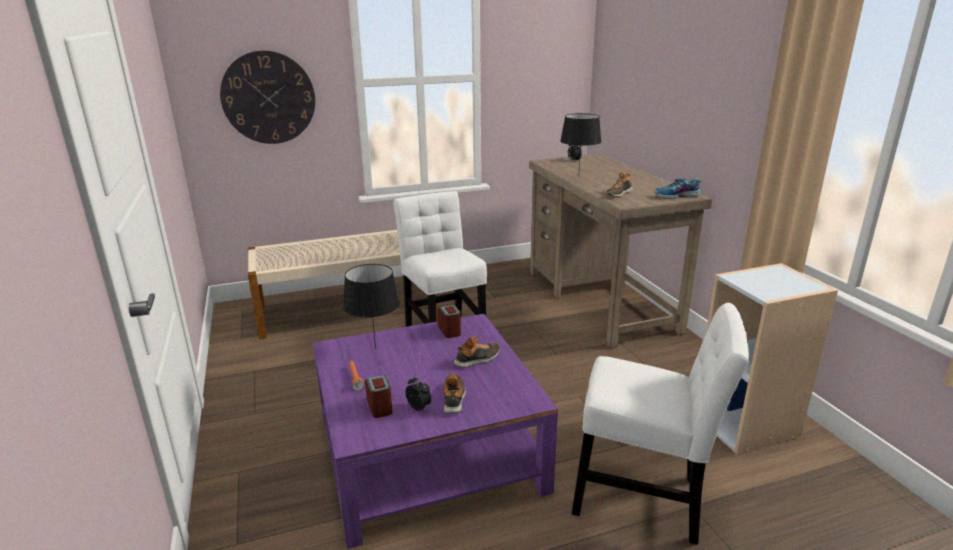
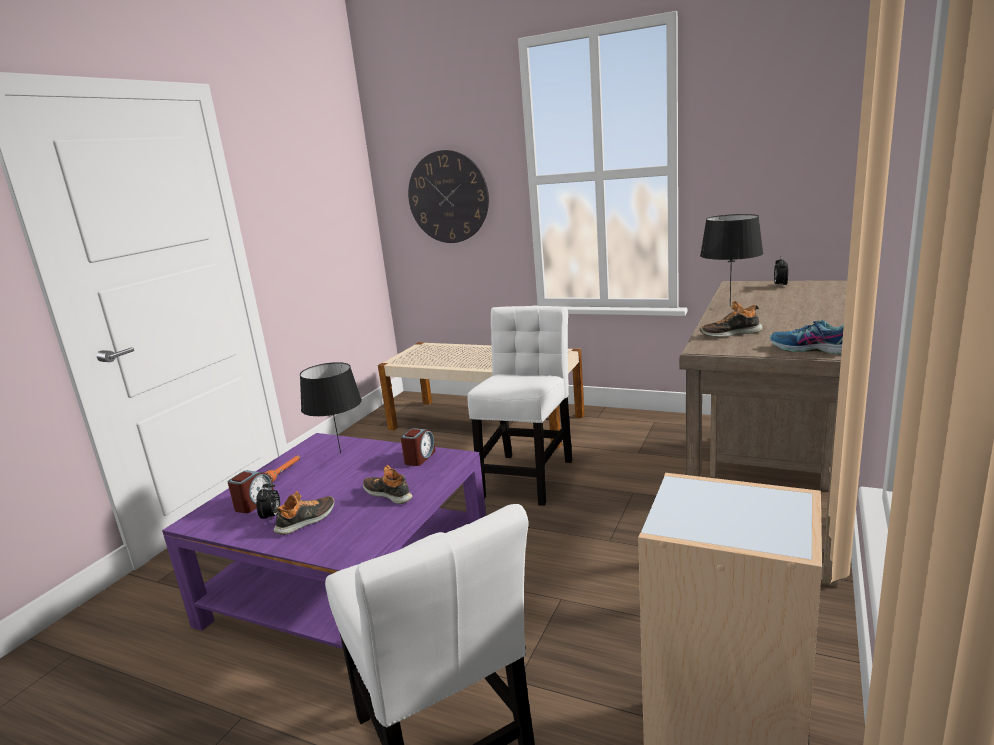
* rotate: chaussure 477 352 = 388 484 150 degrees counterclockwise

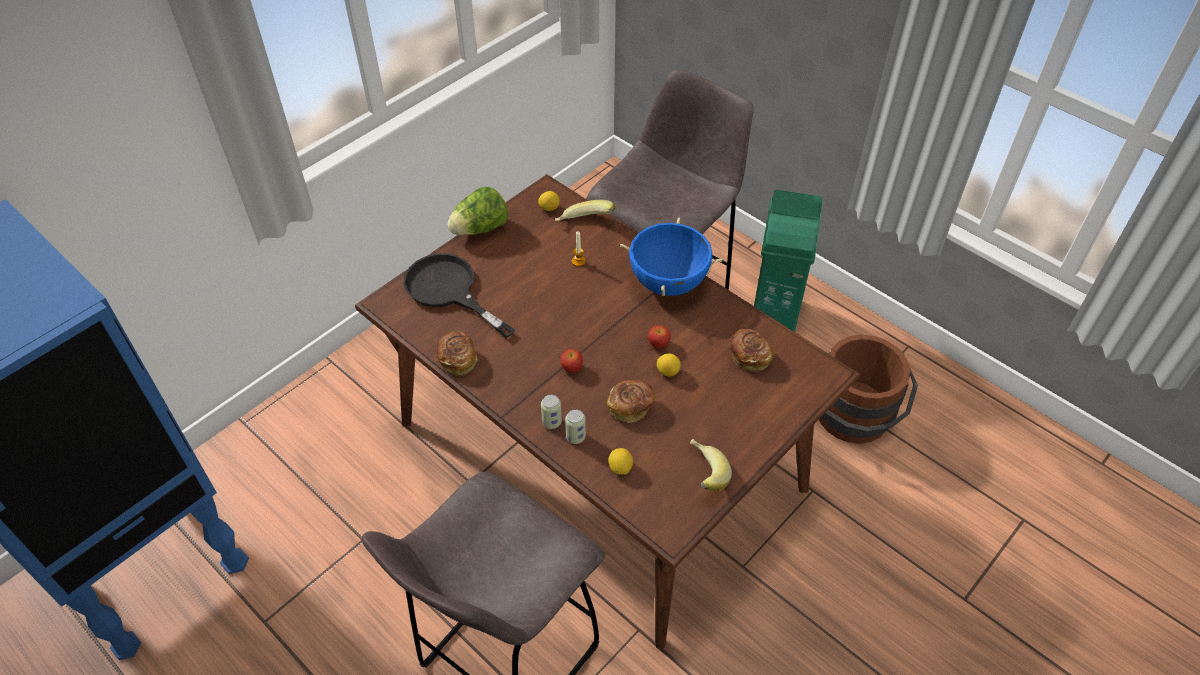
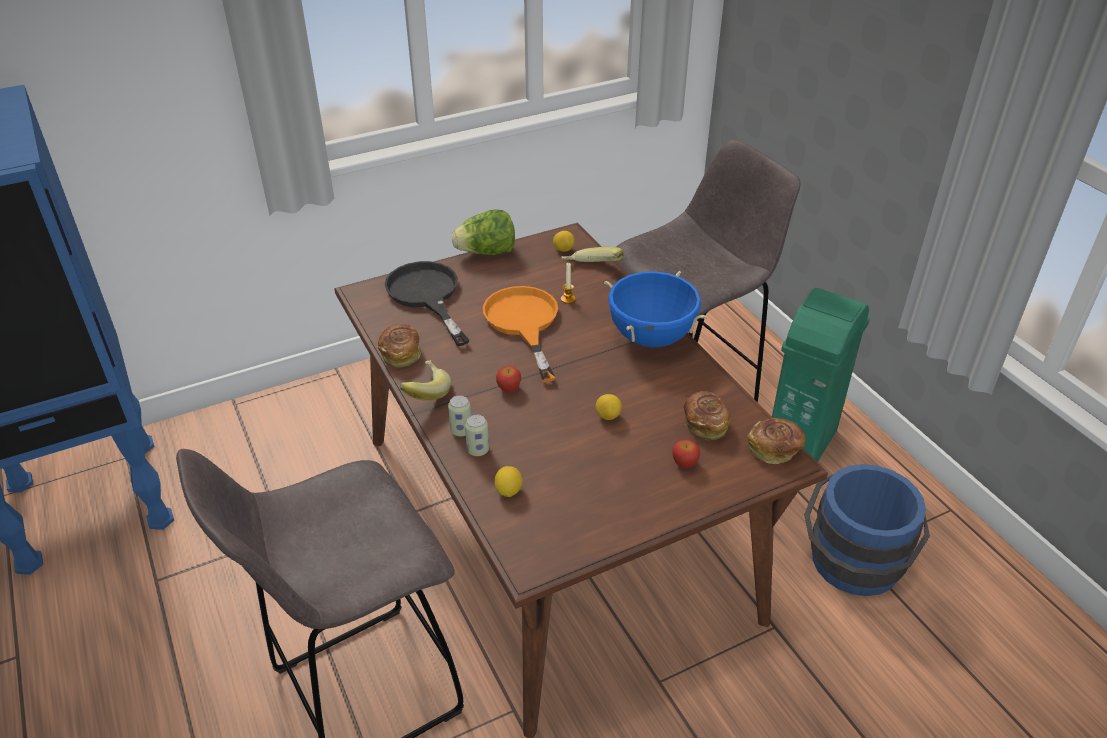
* insert: poêle/orange 520 334
* move: pain 631 401 to 776 441
* move: pomme 659 337 to 686 454
* move: banane 711 465 to 425 380
* recolor: seau/marron 868 389 to seau/bleu 867 530

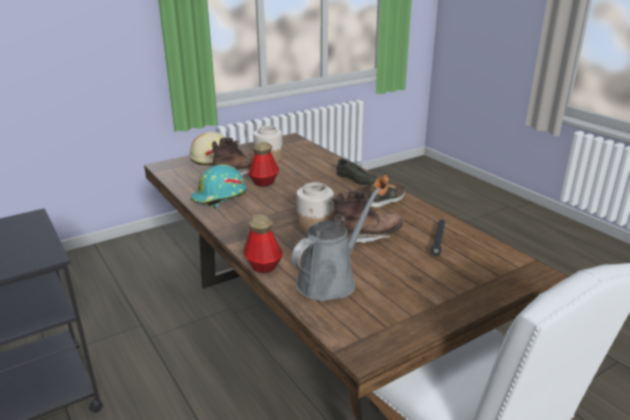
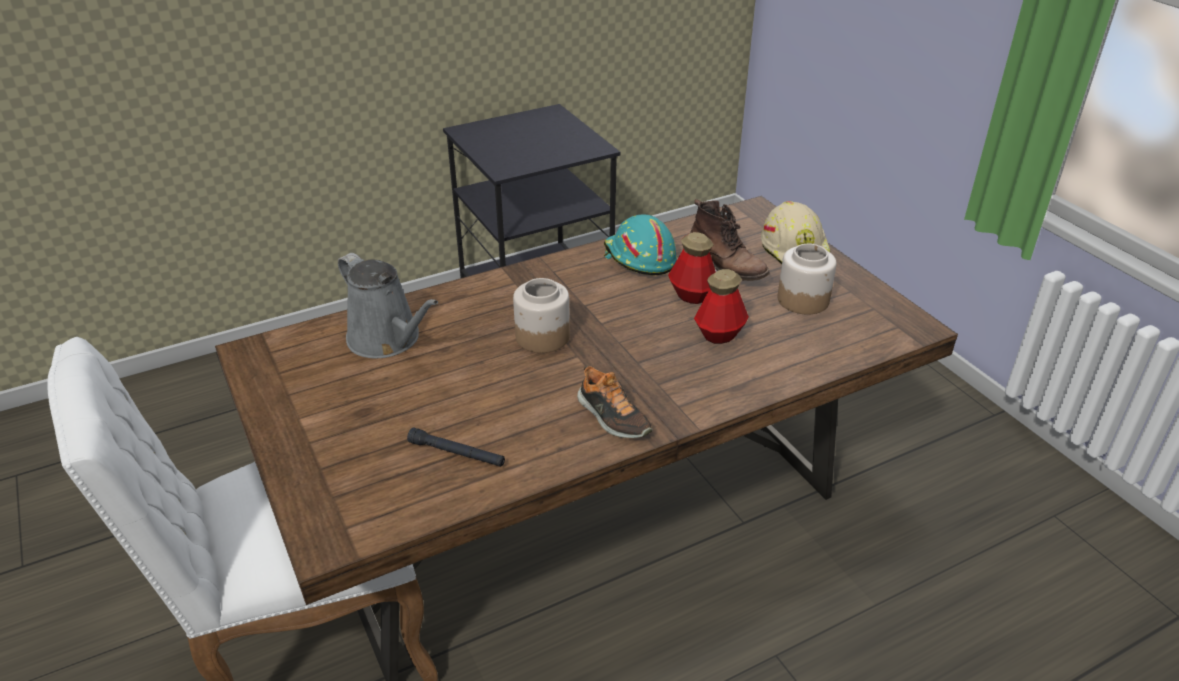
* delete: botte/marron 367 216
* delete: chaussure/gris 356 171
* move: bouteille 262 243 to 721 306

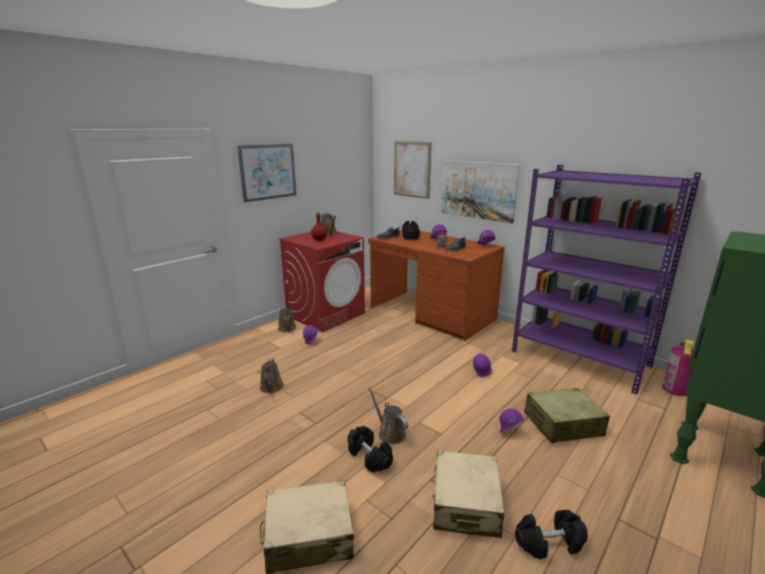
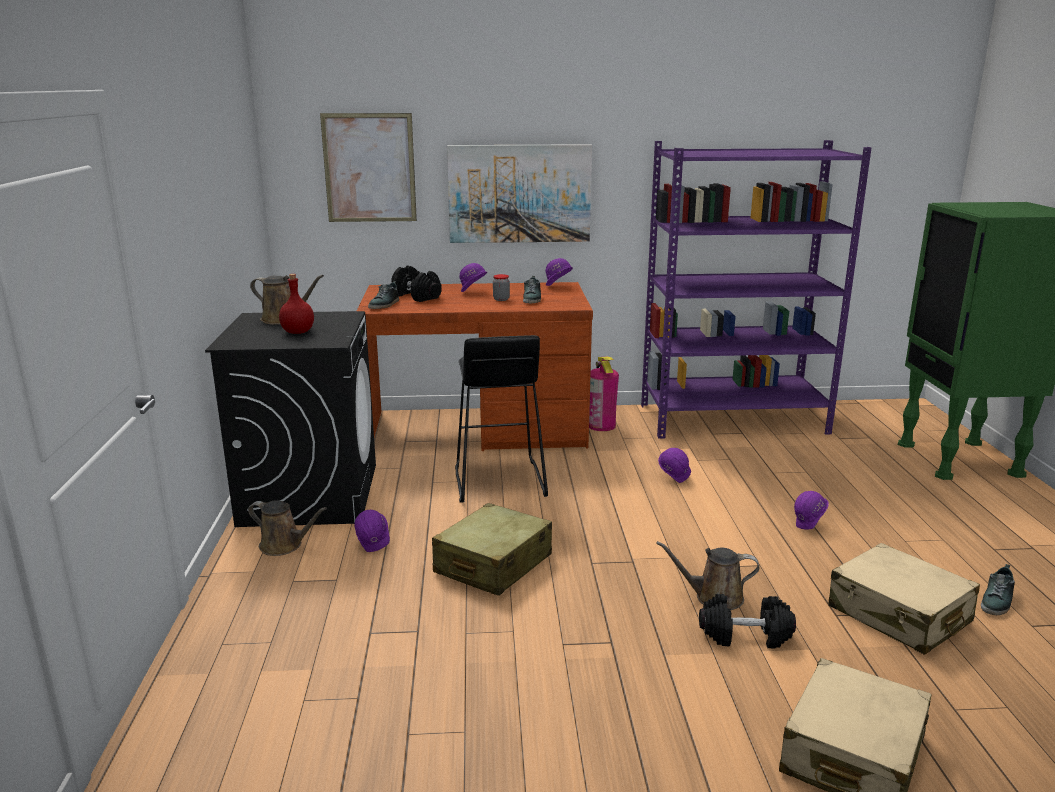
* delete: tableau 266 173
* delete: arrosoir/marron 272 375
* insert: tabouret/noir 501 419
* move: valise/beige 567 415 to 492 549
* move: extincteur 678 367 to 604 394
* replace: haltère/noir 551 534 to chaussure 998 589
* recolor: lave-linge/rouge 322 281 to lave-linge/noir 290 419

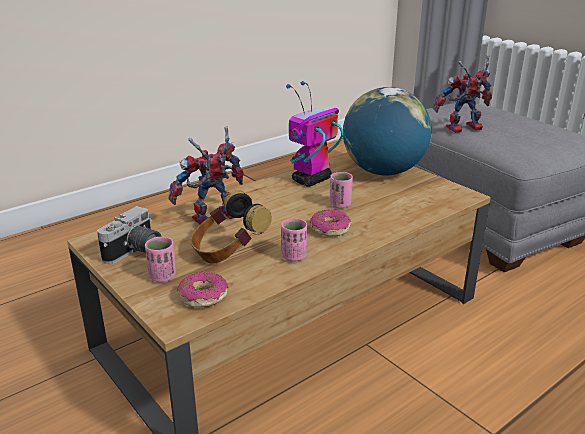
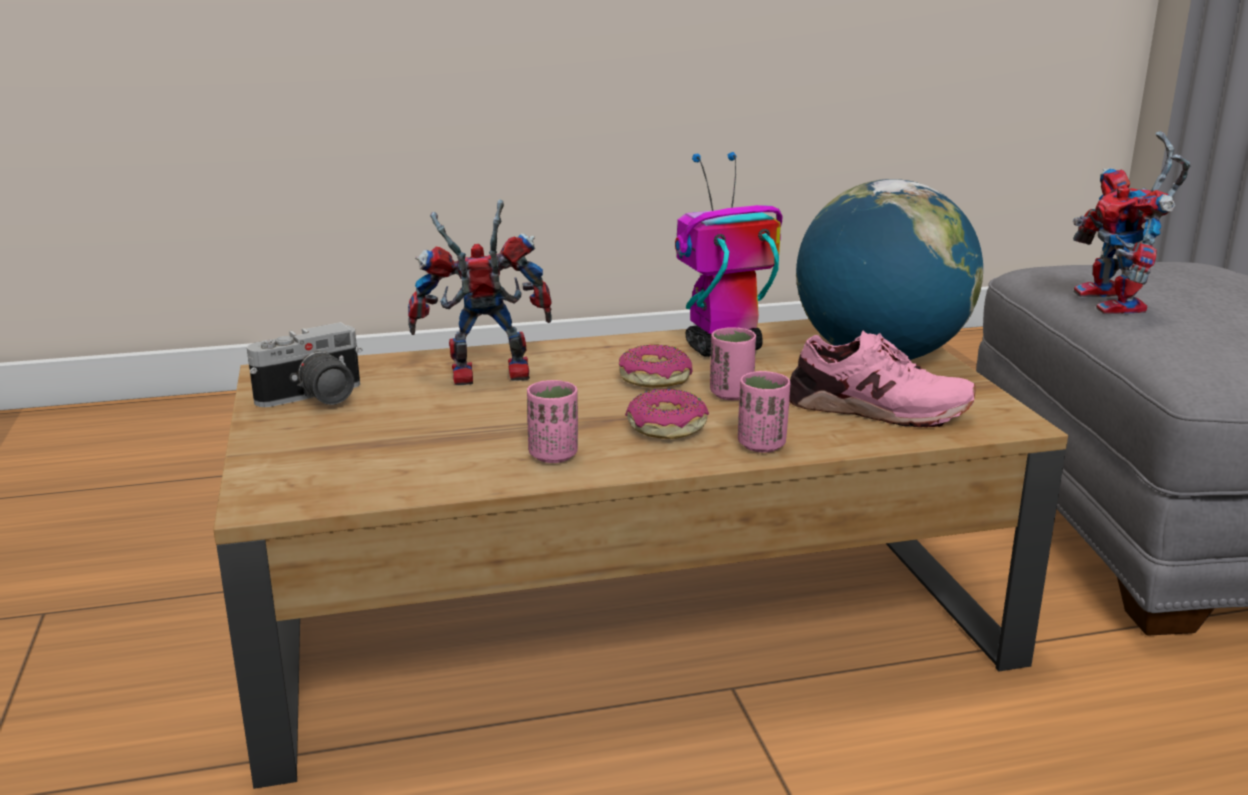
* delete: casque audio 231 226
* insert: chaussure/rose 882 379
* move: tasse/rose 160 260 to 764 412
* move: beignet 202 289 to 656 366
* rotate: robot jouet 462 94 = 1131 222 105 degrees counterclockwise

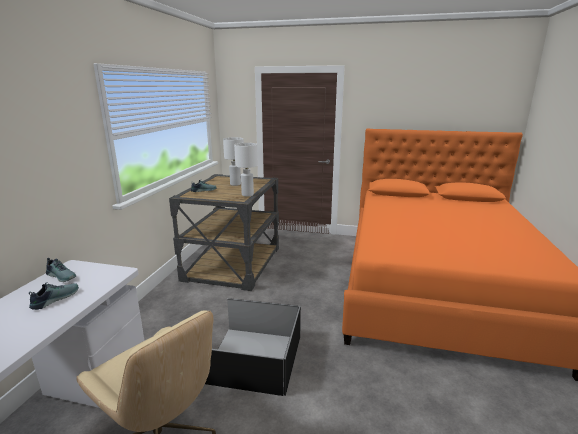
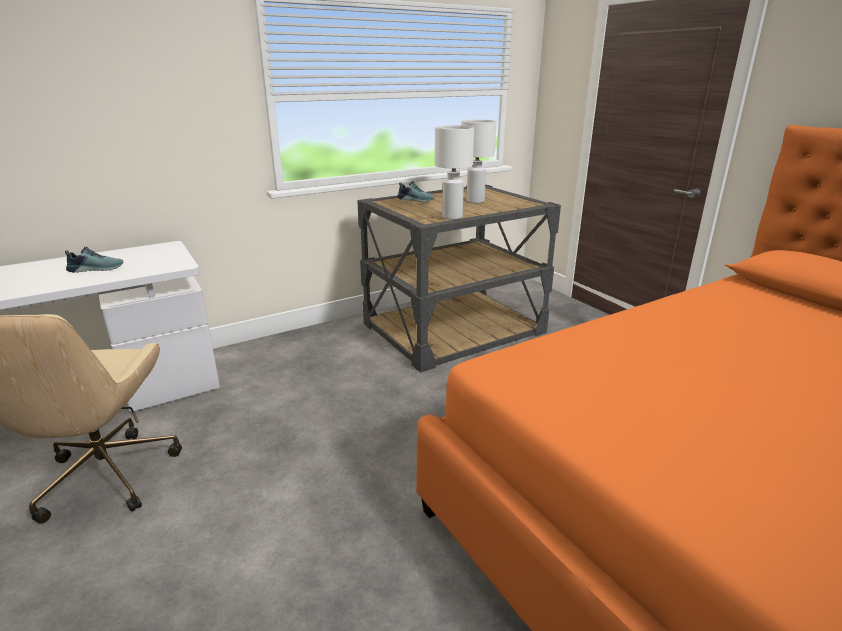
* delete: chaussure 61 270
* delete: boîte de rangement/noir 253 347

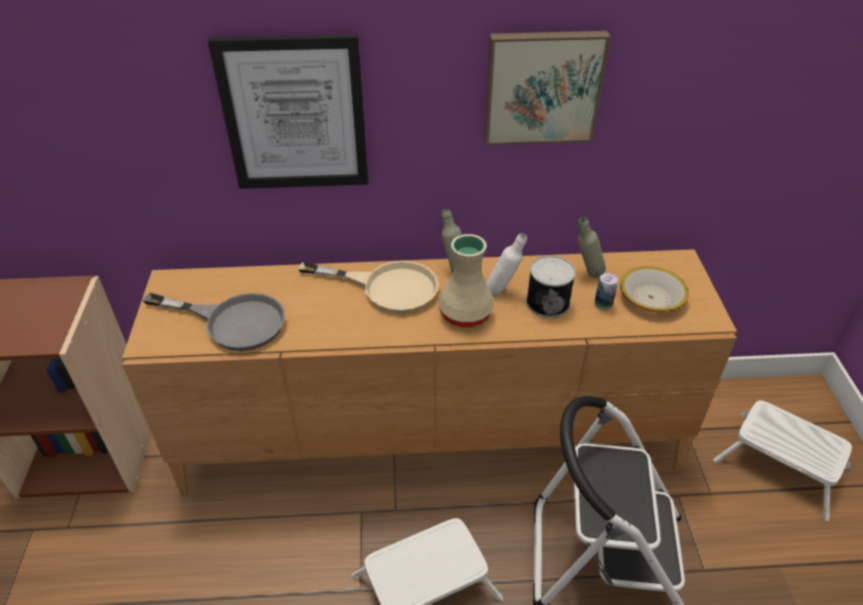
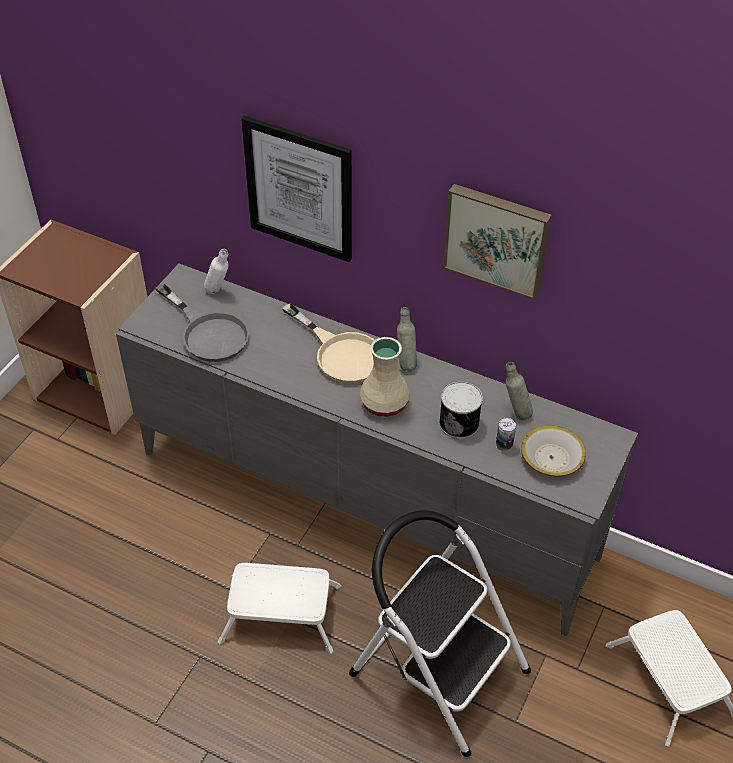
* move: bouteille/blanc 506 264 to 216 271
* recolor: meuble de rangement/marron 429 372 to meuble de rangement/gris 377 449

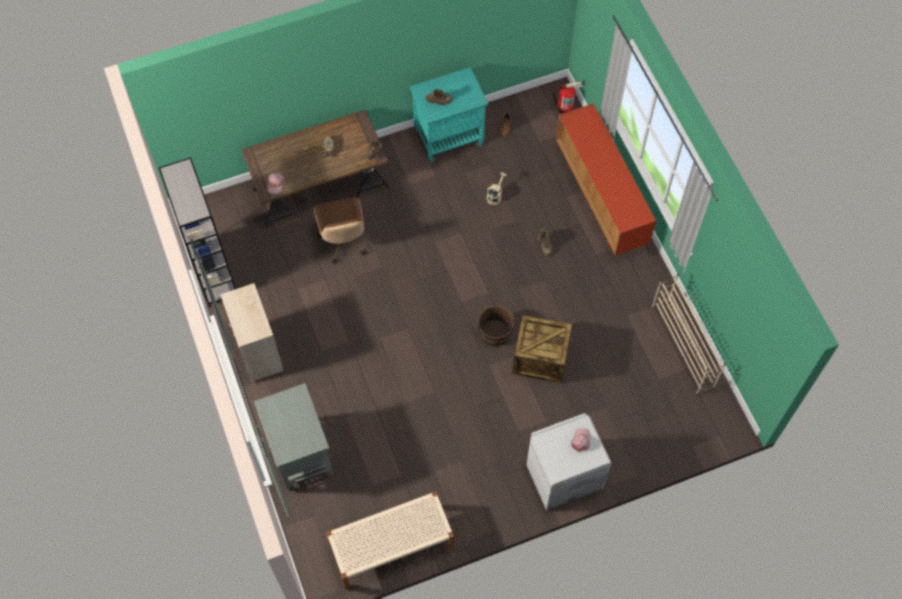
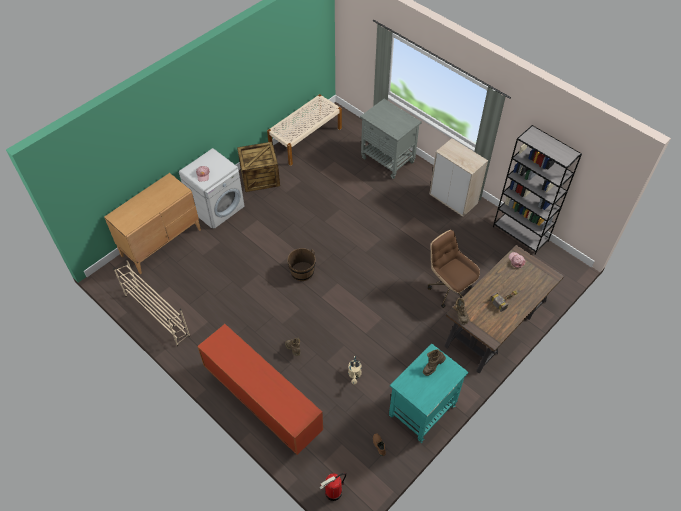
* insert: meuble de rangement/marron 152 224
* move: caisse 542 349 to 258 167

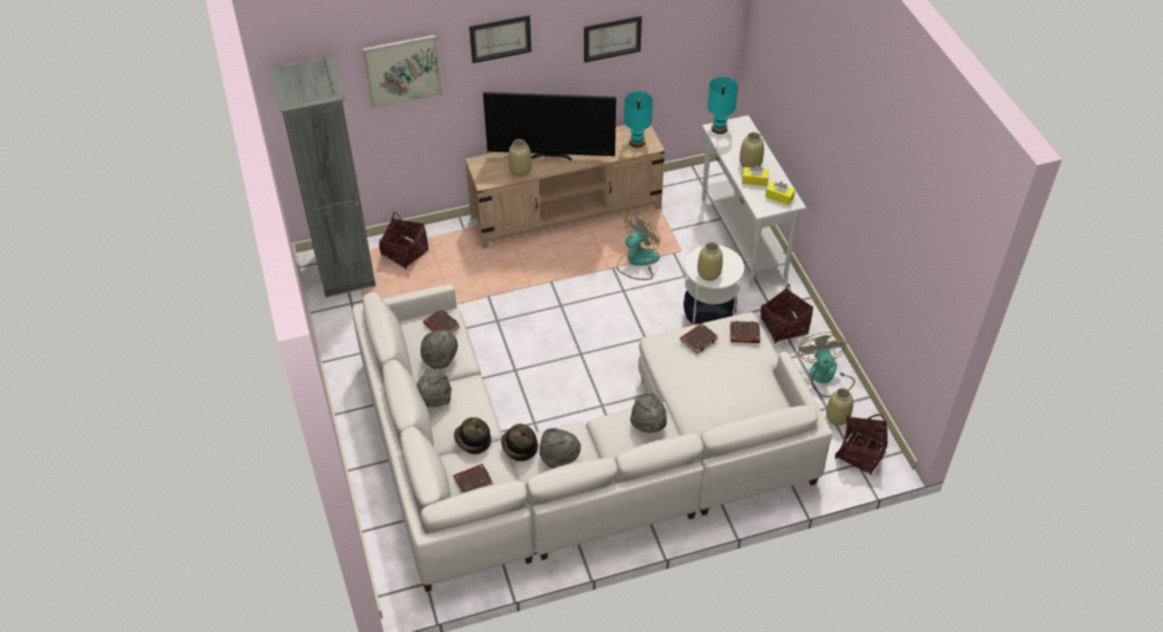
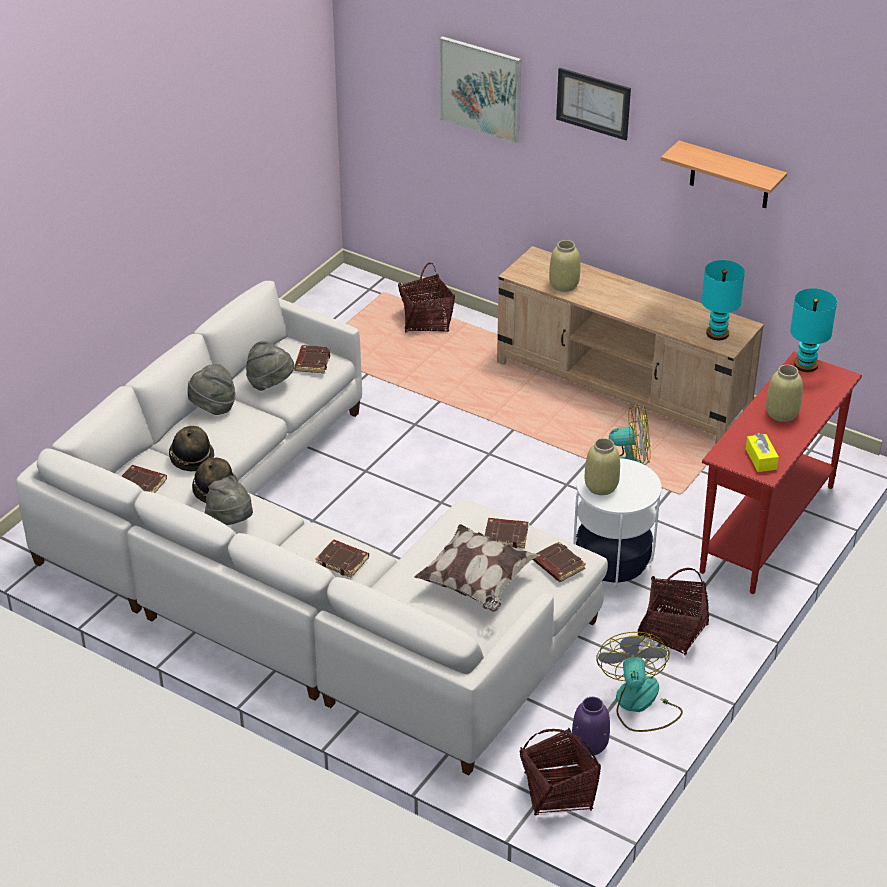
* delete: meuble de rangement/gris 322 175
* delete: téléviseur 549 126
* delete: boîte à mouchoirs/jaune 755 175
* insert: coussin 476 568
* replace: tableau 613 39 to étagère 724 174
* replace: chapeau/gris 648 413 to livre/marron 342 559
* recolor: table console/blanc 754 200 to table console/rouge 781 473
* recolor: vase/beige 839 407 to vase/violet 591 726
* rotate: ventilateur 826 364 = 639 682 45 degrees counterclockwise

